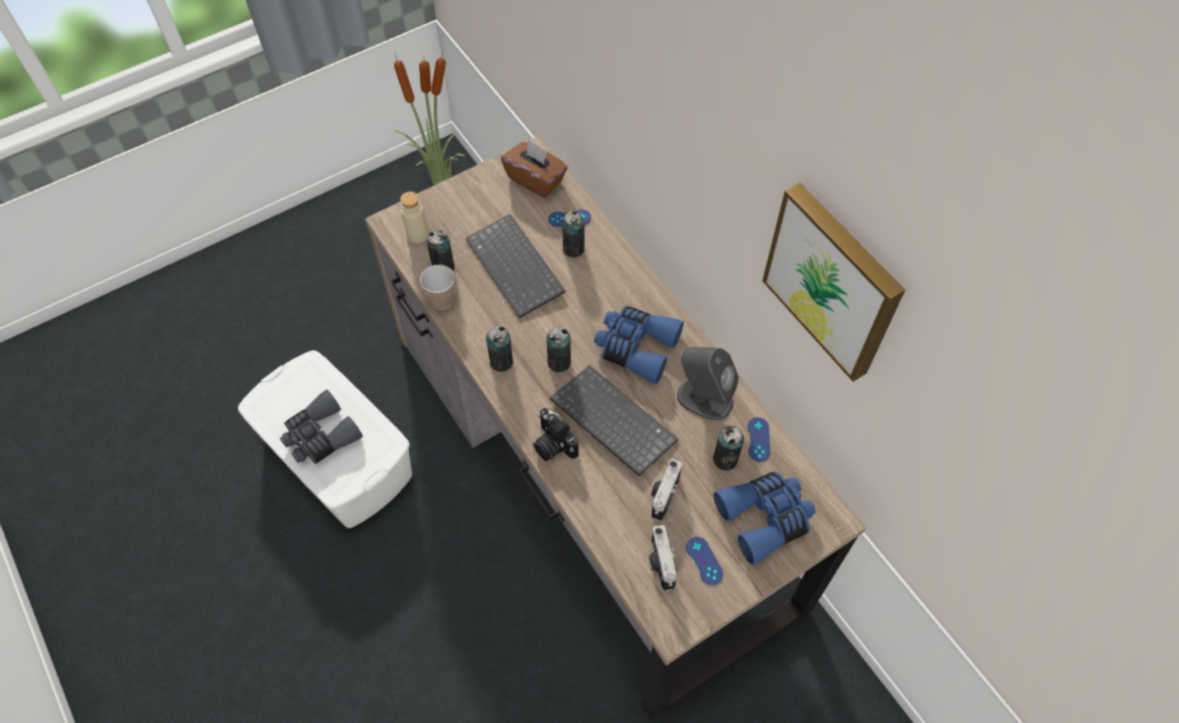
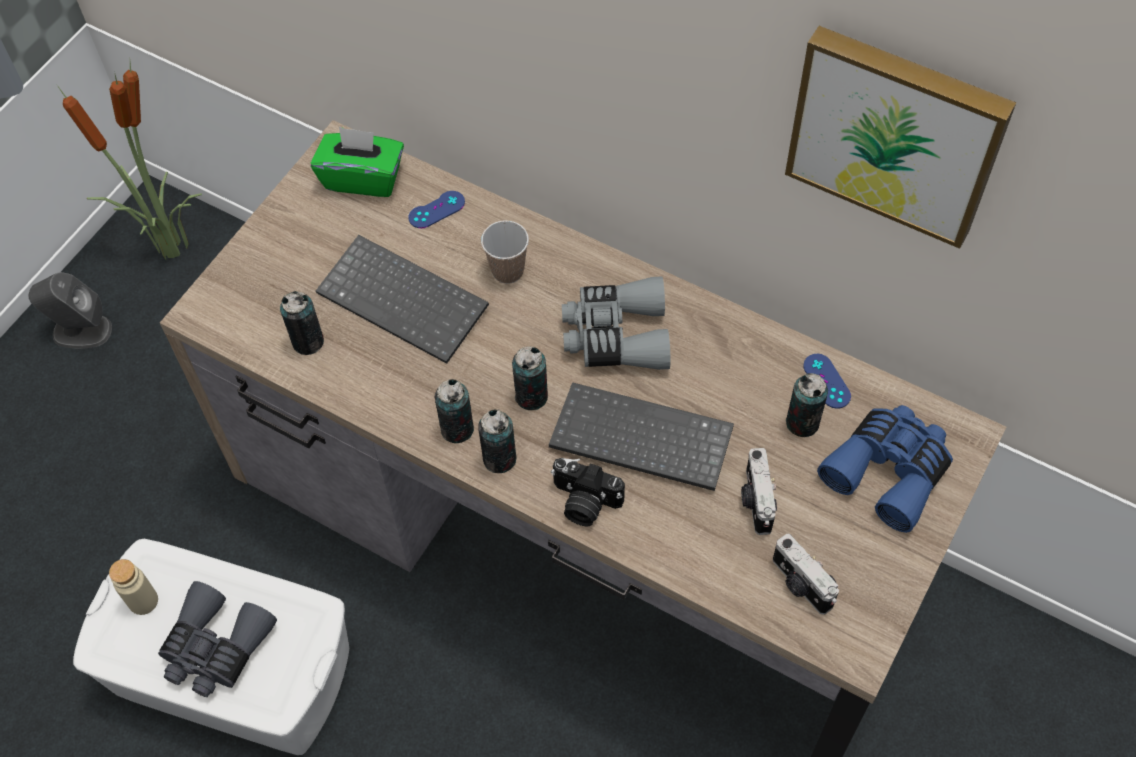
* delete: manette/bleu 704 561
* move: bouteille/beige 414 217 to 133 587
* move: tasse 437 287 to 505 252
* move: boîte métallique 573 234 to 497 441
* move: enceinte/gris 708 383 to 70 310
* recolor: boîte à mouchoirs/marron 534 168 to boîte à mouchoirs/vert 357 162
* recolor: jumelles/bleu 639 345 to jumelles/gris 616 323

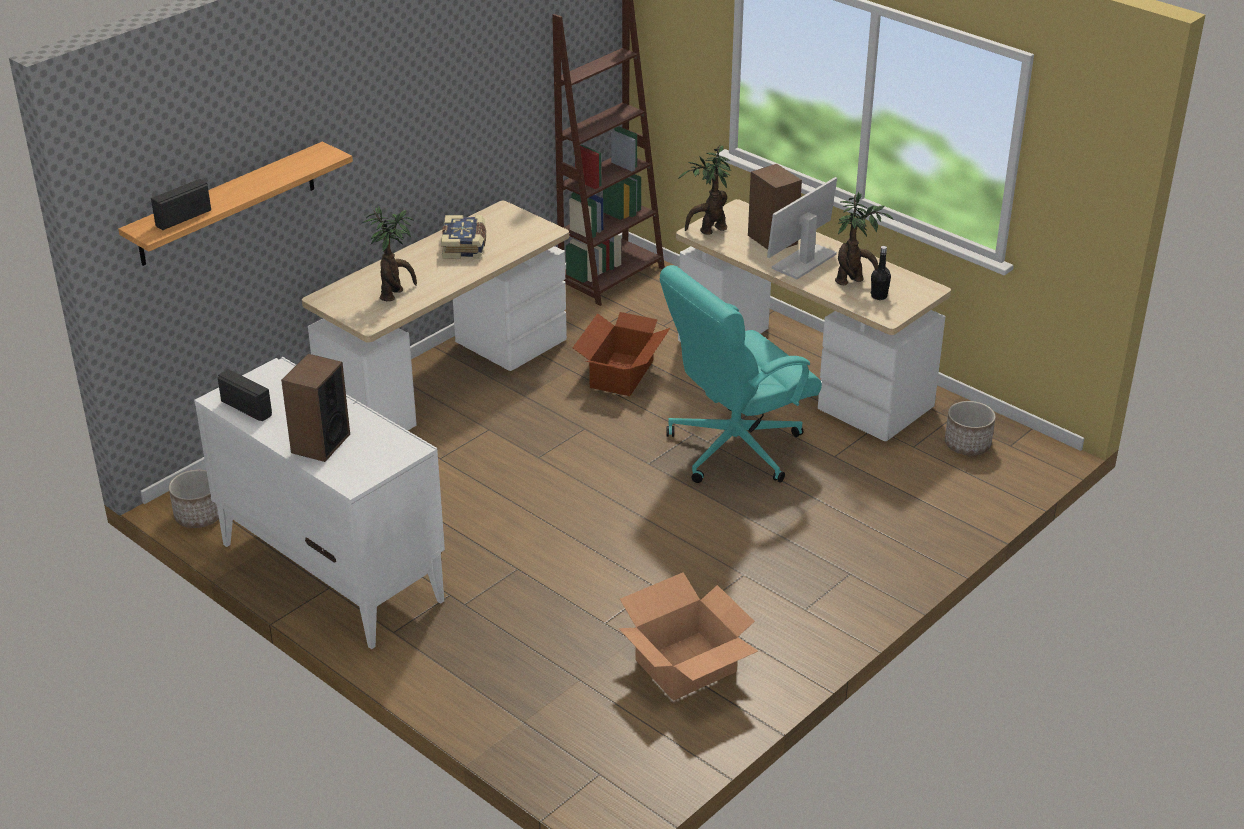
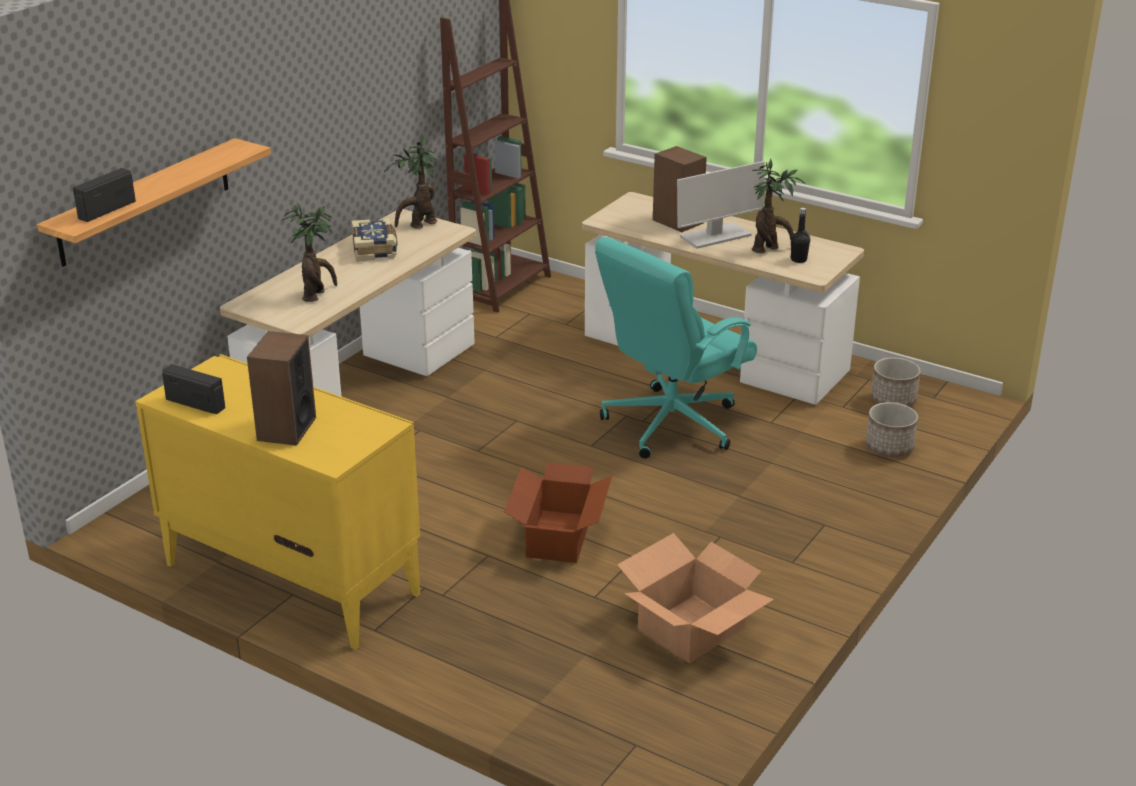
* move: cache-pot 194 499 to 892 429
* move: carton 621 354 to 558 512
* move: plante en pot 704 190 to 410 183
* recolor: meuble de rangement/blanc 319 503 to meuble de rangement/jaune 277 501
* rotate: écran d'ordinateur 802 228 = 721 205 150 degrees counterclockwise

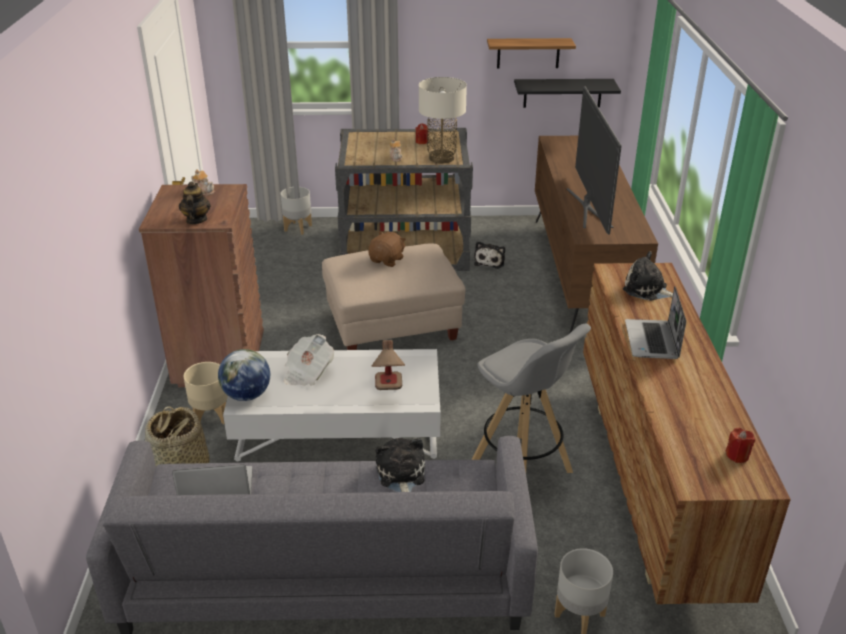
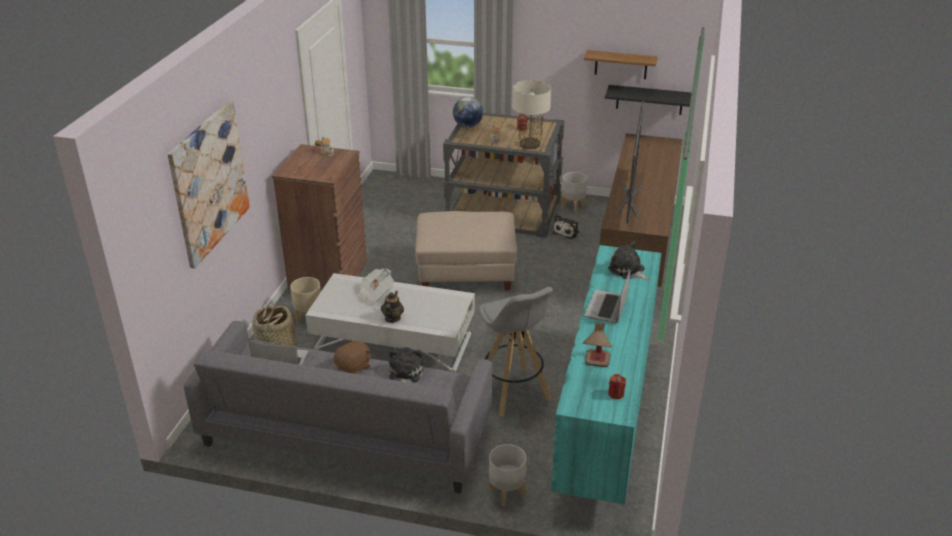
* insert: tableau 209 184
* move: théière 195 203 to 392 307
* move: globe 244 375 to 468 112
* move: cache-pot/gris 296 211 to 574 192
* move: peluche/marron 387 249 to 352 356
* move: lampe de table 388 365 to 597 344
* recolor: meuble de rangement/marron 687 433 to meuble de rangement/turquoise 606 375

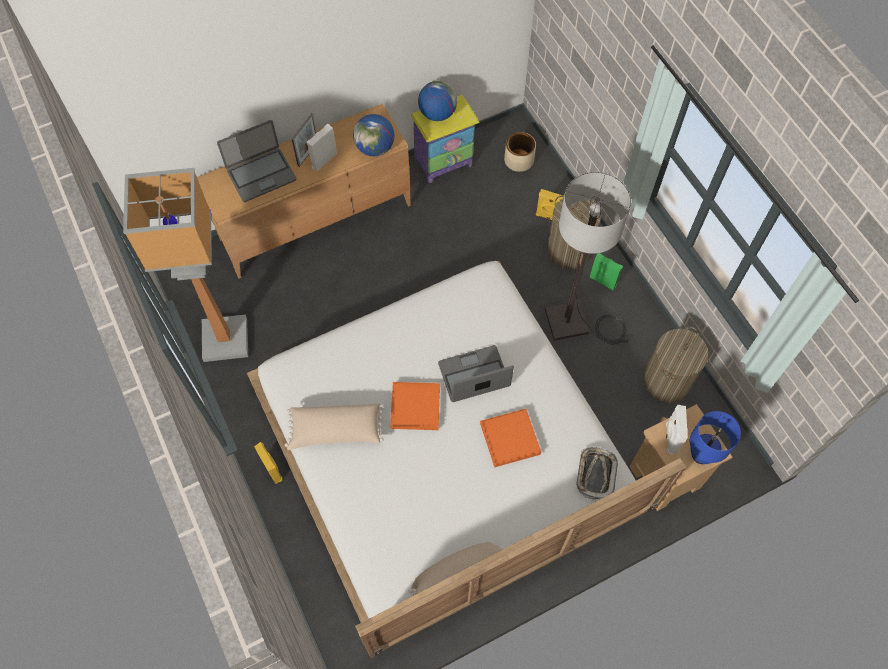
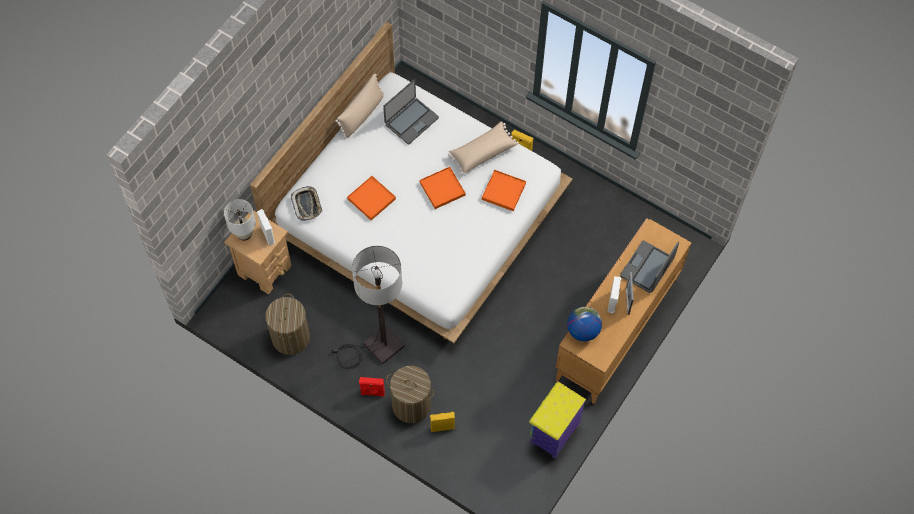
* delete: lampadaire 185 265
* delete: globe 437 101
* delete: cache-pot/beige 520 152
* insert: plateau/orange 504 190
* move: ordinateur portable 476 373 to 411 111
* recolor: enceinte/vert 606 271 to enceinte/rouge 372 387
* recolor: lampe de table/bleu 715 437 to lampe de table/blanc 240 220

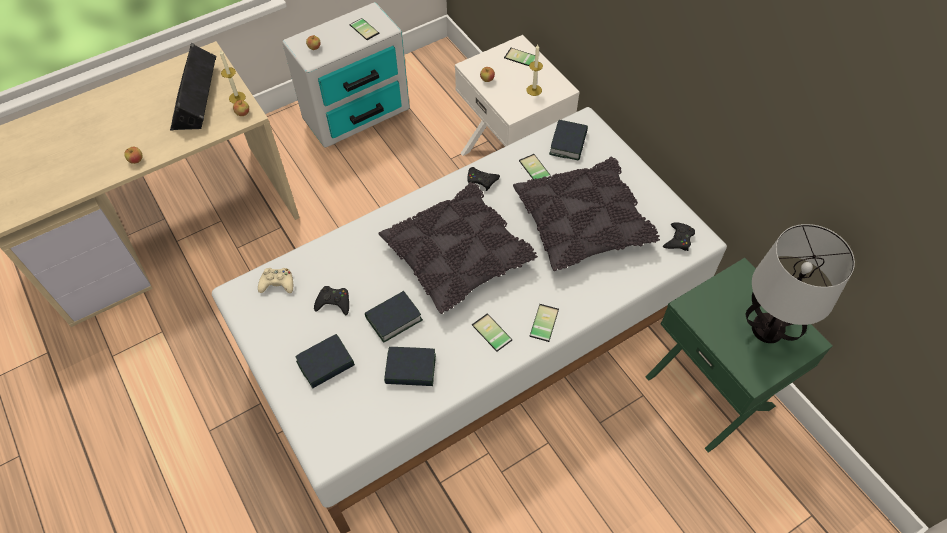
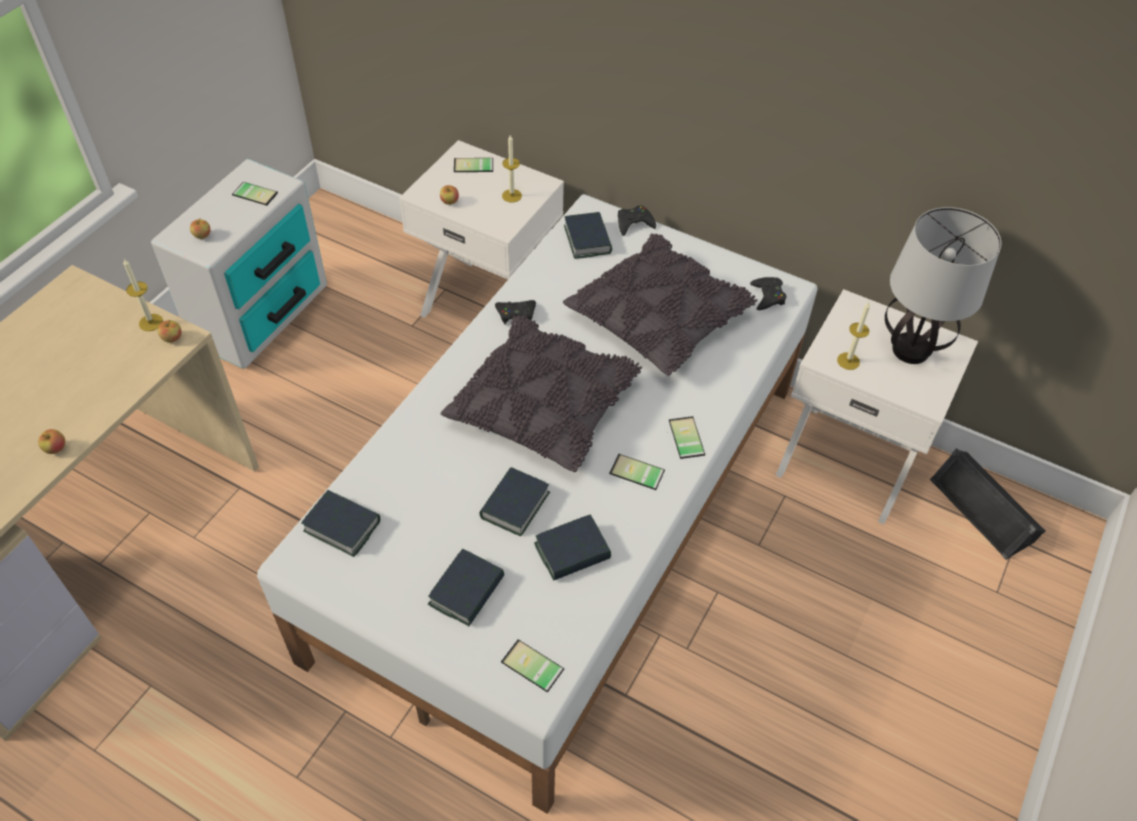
* insert: bougie 853 336
* move: enceinte/noir 193 86 to 988 504
* move: manette/noir 331 300 to 637 220
* move: téléphone 535 167 to 532 666
* replace: manette/beige 275 280 to livre 340 523
* recolor: table de chevet/vert 739 355 to table de chevet/blanc 876 406

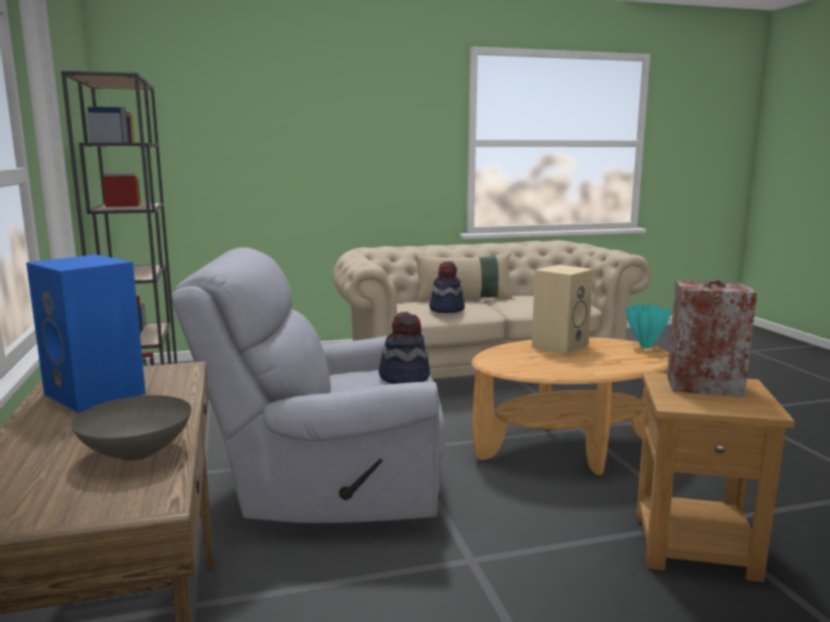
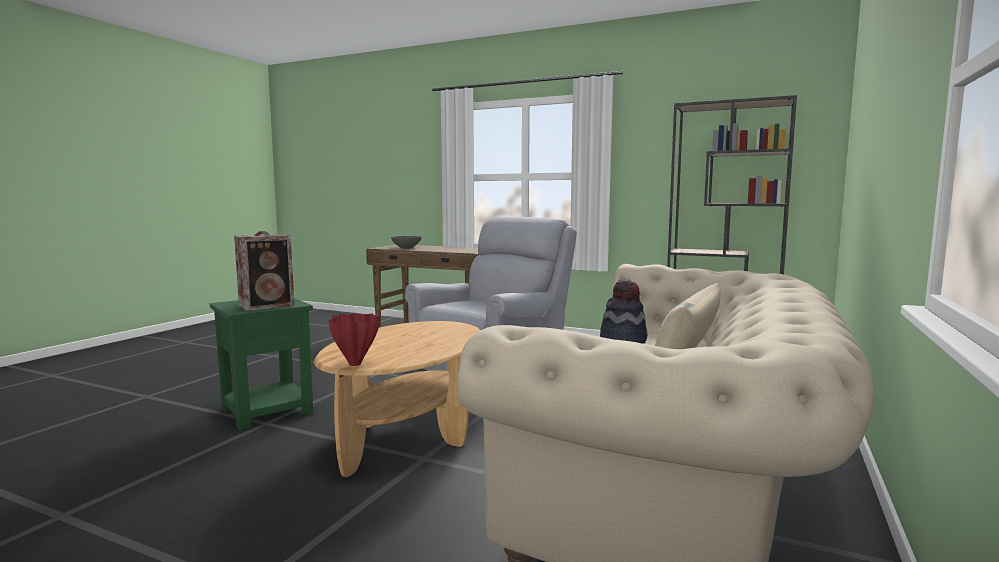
* delete: enceinte/bleu 86 334
* delete: chapeau 404 348
* delete: enceinte/beige 563 310
* recolor: vase/turquoise 648 326 to vase/rouge 354 339
* recolor: table d'appoint/marron 716 477 to table d'appoint/vert 261 364

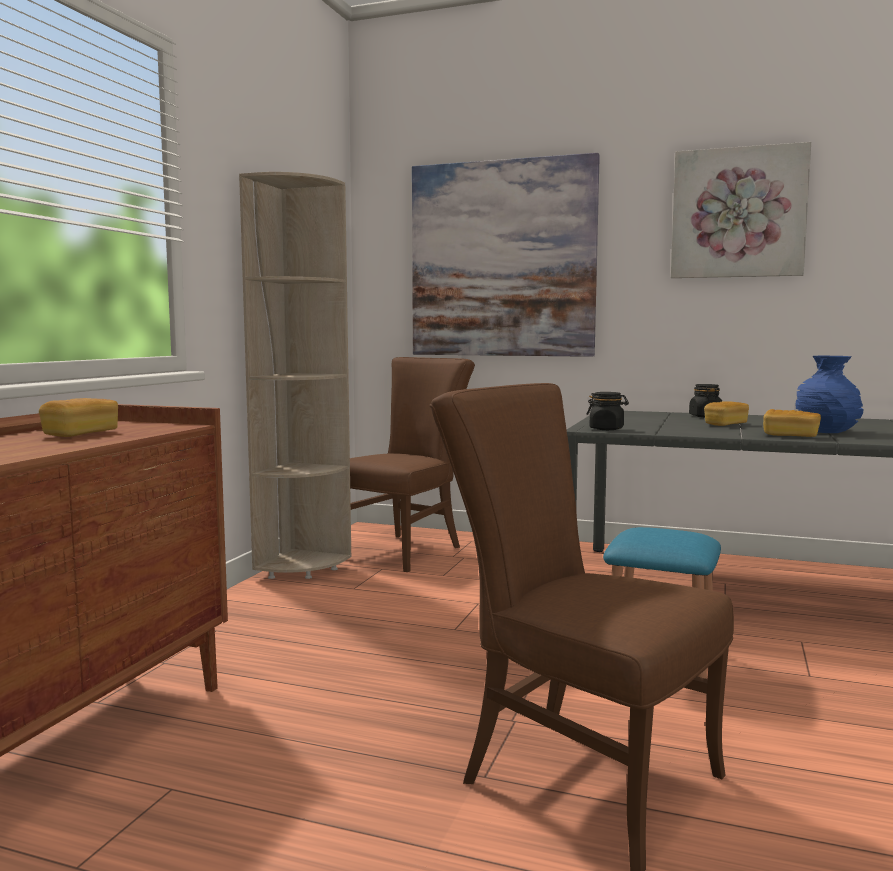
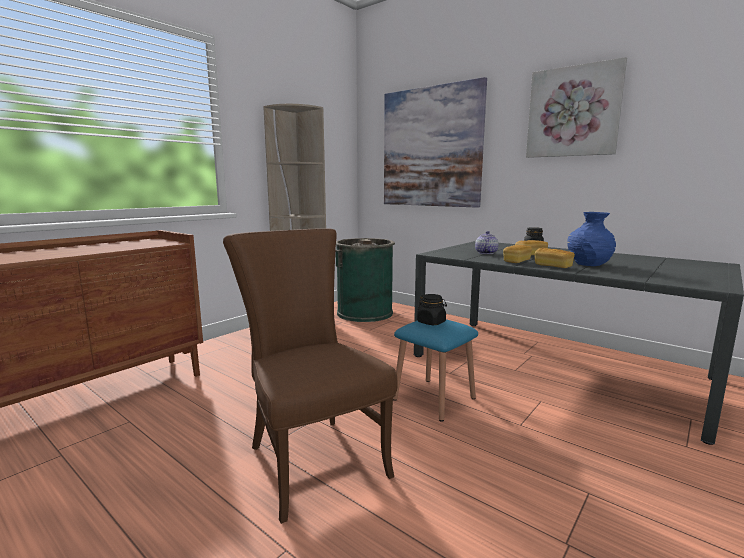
* insert: théière 487 242
* move: pain 78 417 to 517 254
* move: bocal/noir 608 411 to 432 309
* replace: chaise/marron 412 464 to poubelle/vert 365 280

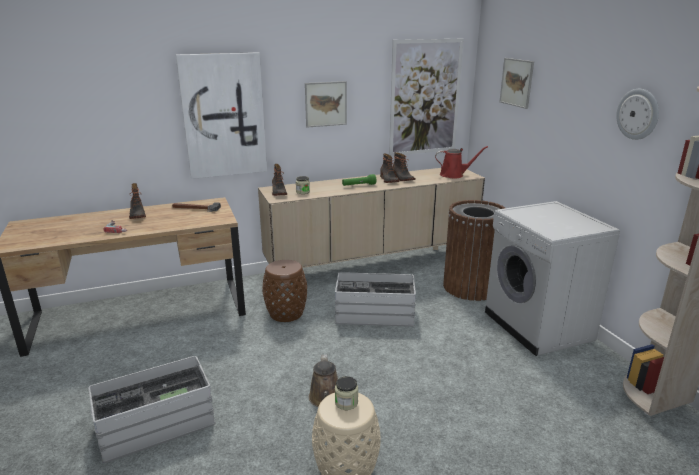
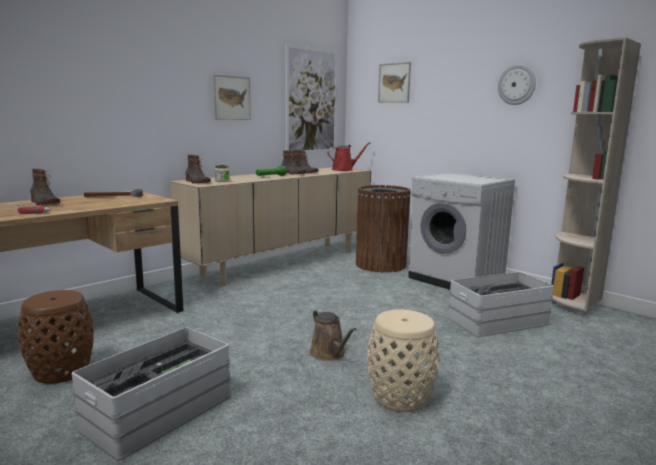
* delete: tableau 221 115
* delete: bocal 346 393
* move: tabouret/marron 284 291 to 56 337
* move: boîte de rangement/gris 375 299 to 500 304

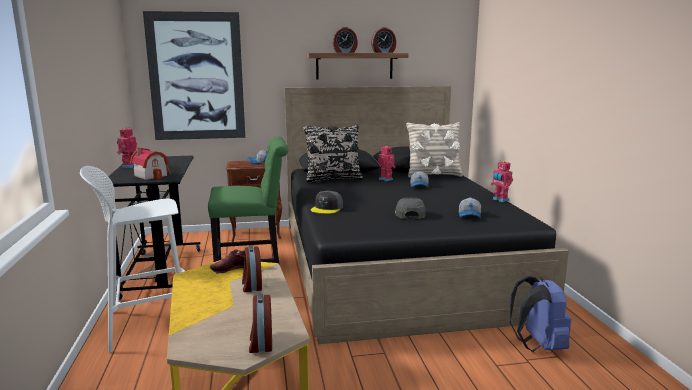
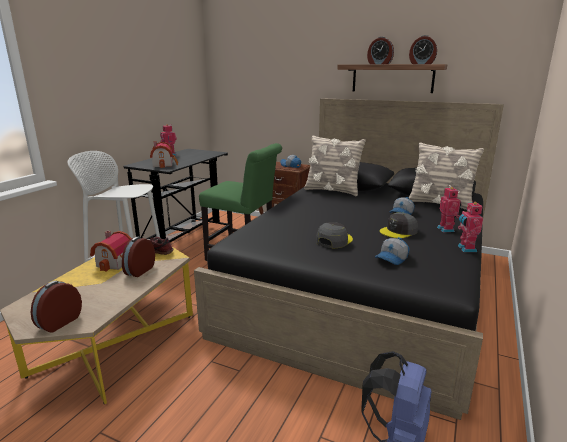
* delete: tableau 194 75
* insert: maison miniature 111 251
* move: casquette/gris 327 202 to 399 225
* move: robot jouet 387 163 to 449 209
* recolor: coussin/noir 332 154 to coussin/beige 335 166

